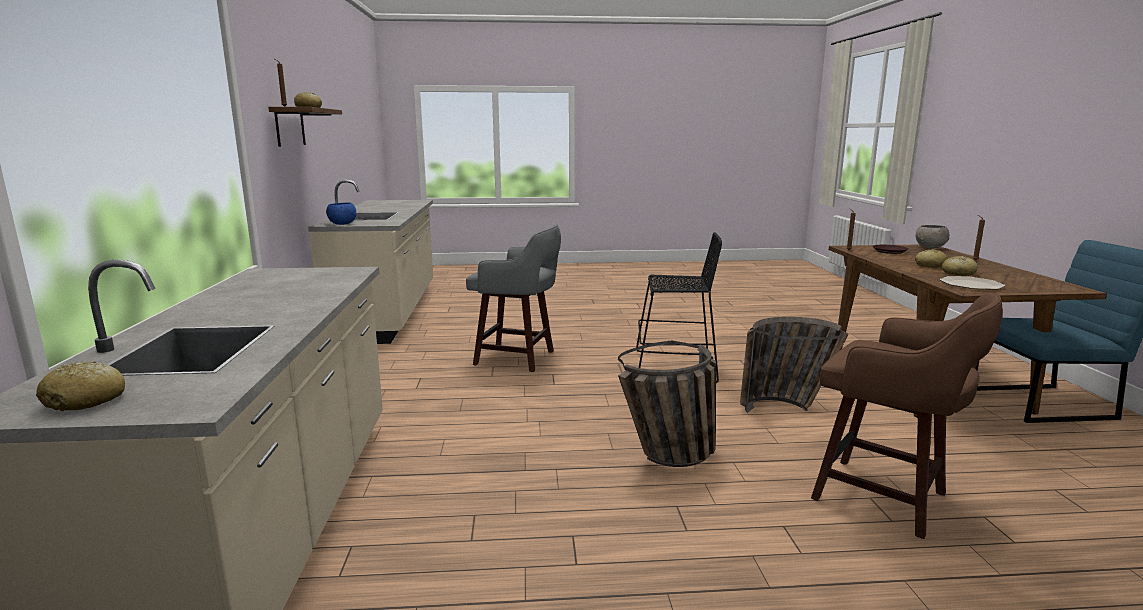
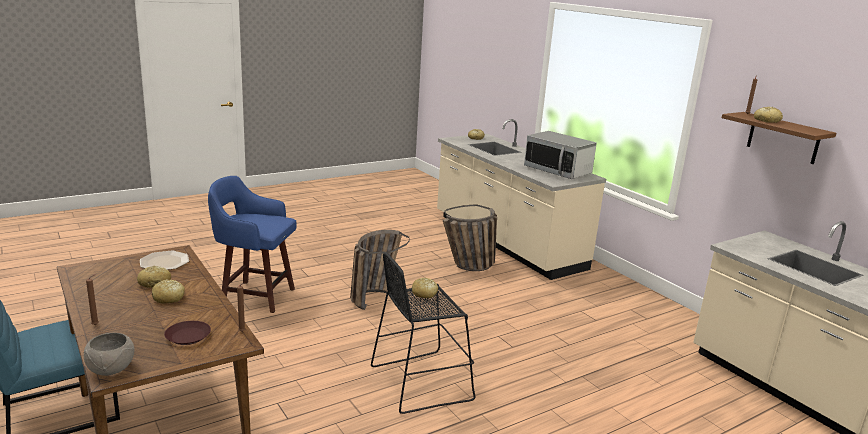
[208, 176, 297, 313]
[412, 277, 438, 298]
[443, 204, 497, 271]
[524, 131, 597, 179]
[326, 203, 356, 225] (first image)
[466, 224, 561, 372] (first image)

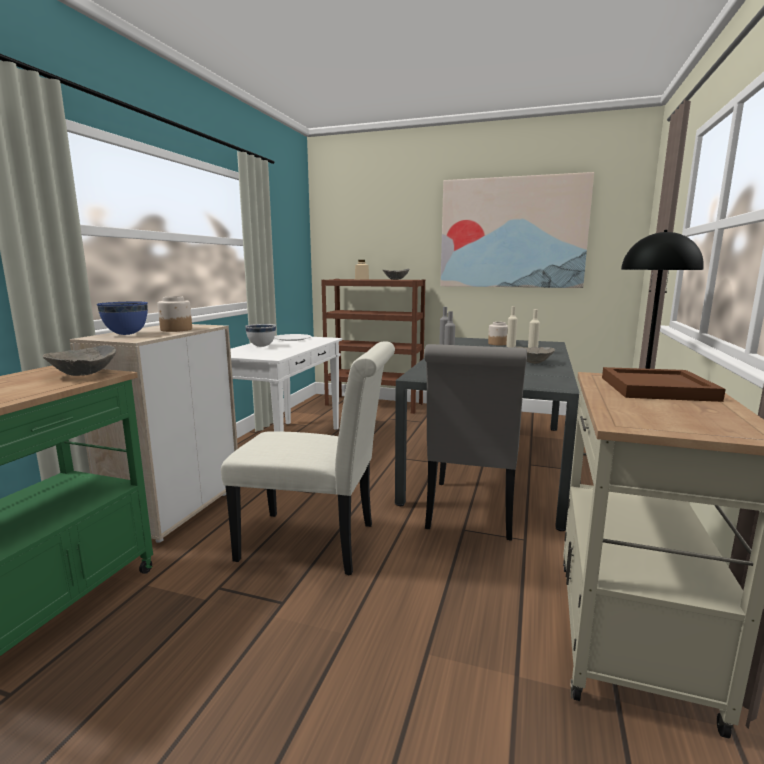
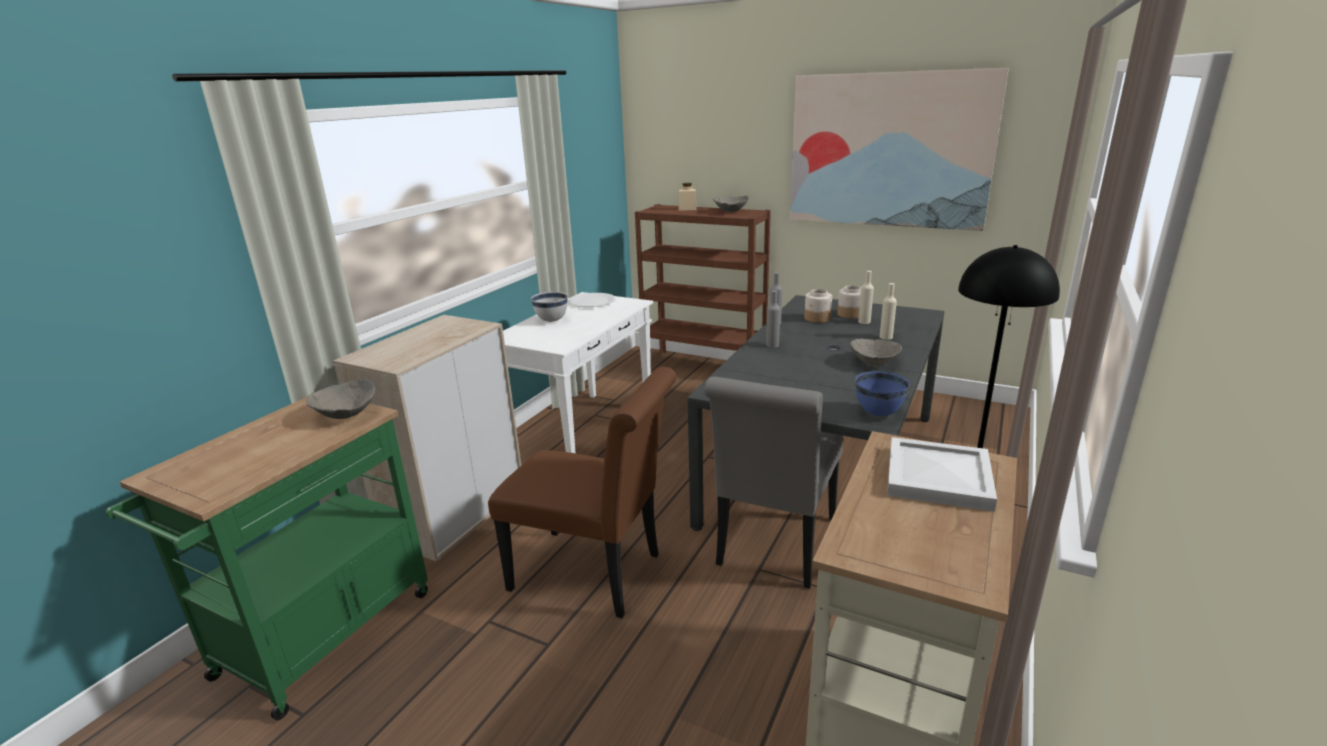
[488, 367, 677, 618]
[804, 289, 832, 323]
[855, 371, 909, 416]
[887, 437, 997, 512]

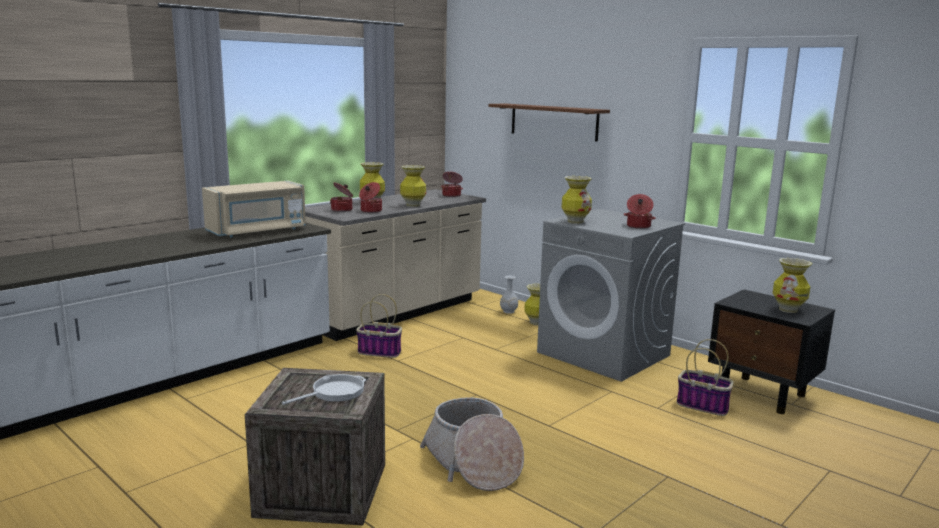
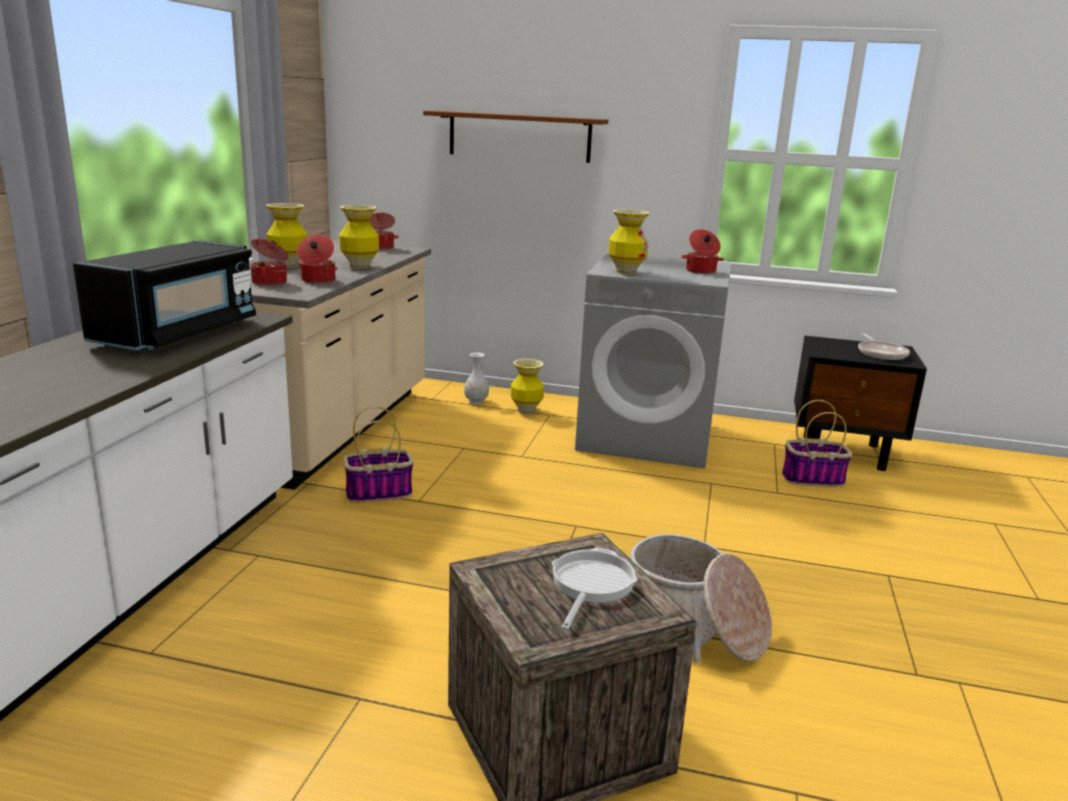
[73, 240, 256, 351]
[858, 333, 910, 360]

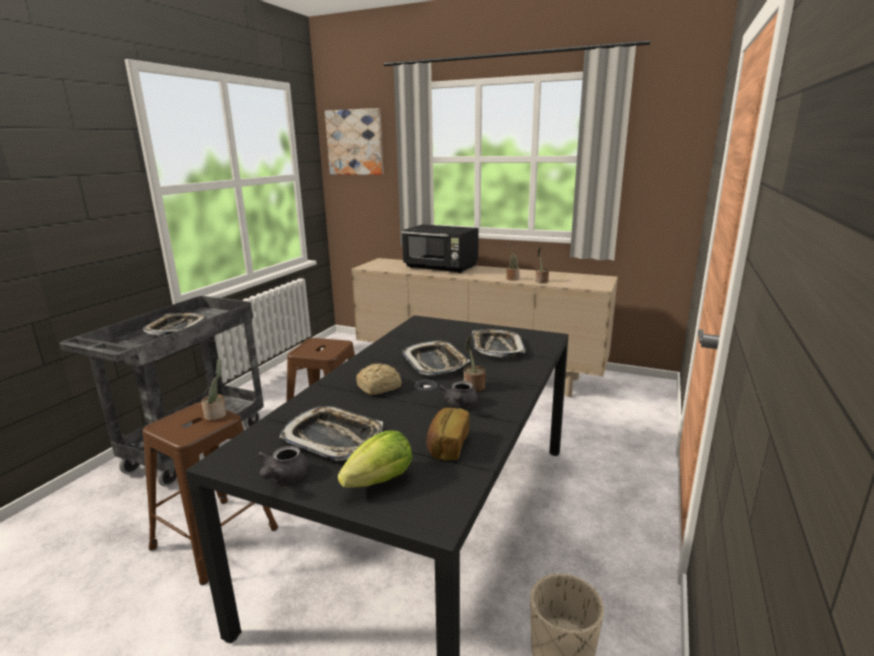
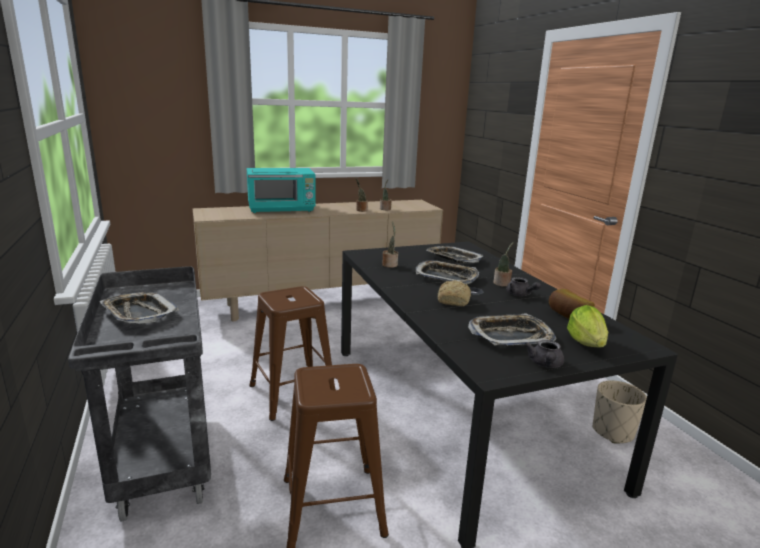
[247, 168, 316, 213]
[382, 222, 398, 268]
[525, 340, 564, 368]
[325, 108, 383, 175] (first image)

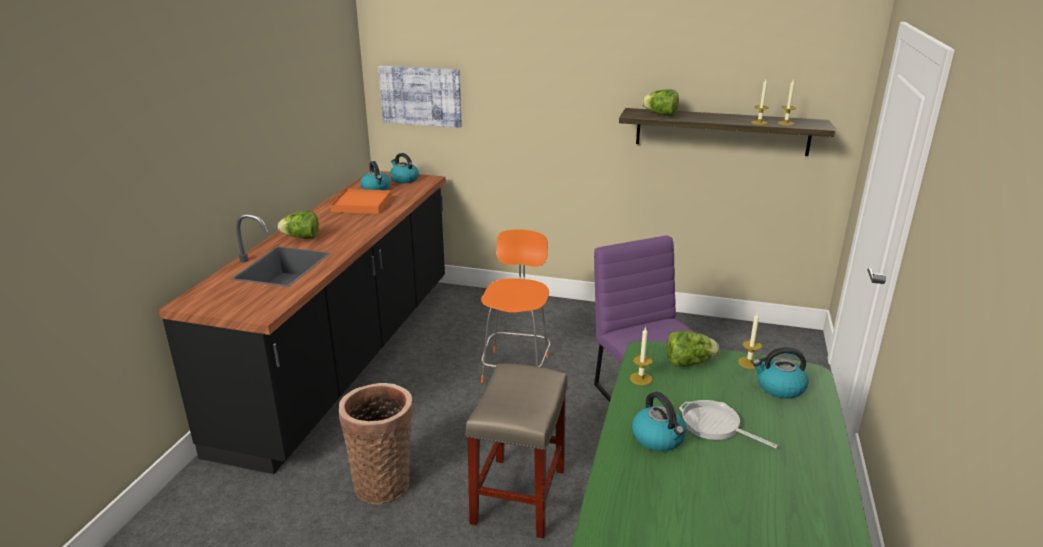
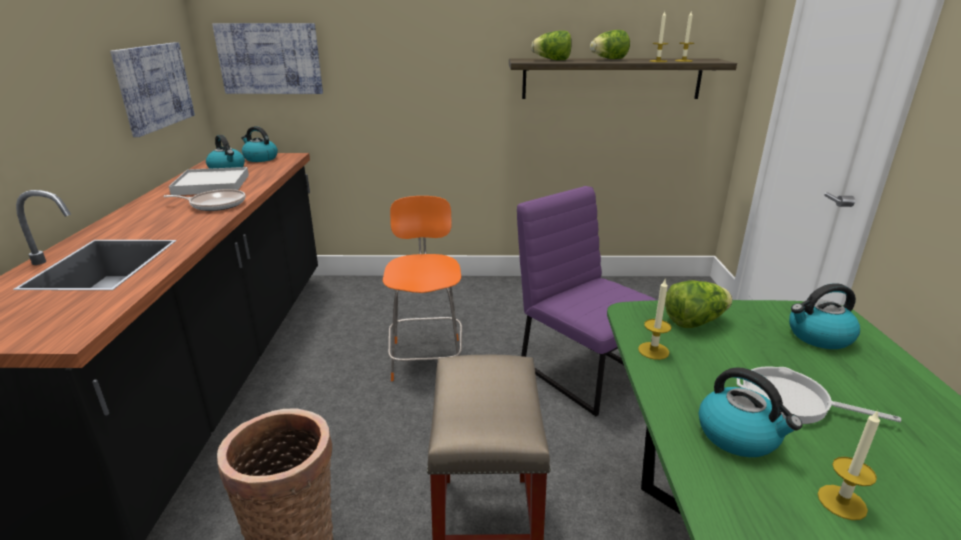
[110, 42, 195, 137]
[163, 189, 246, 211]
[169, 167, 249, 195]
[590, 30, 630, 59]
[817, 410, 880, 520]

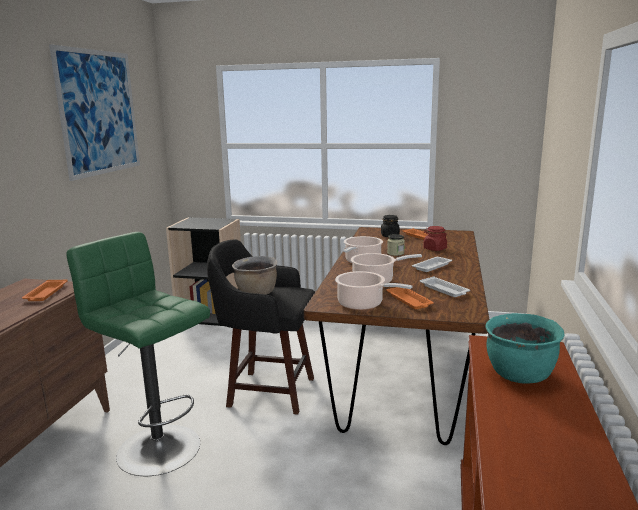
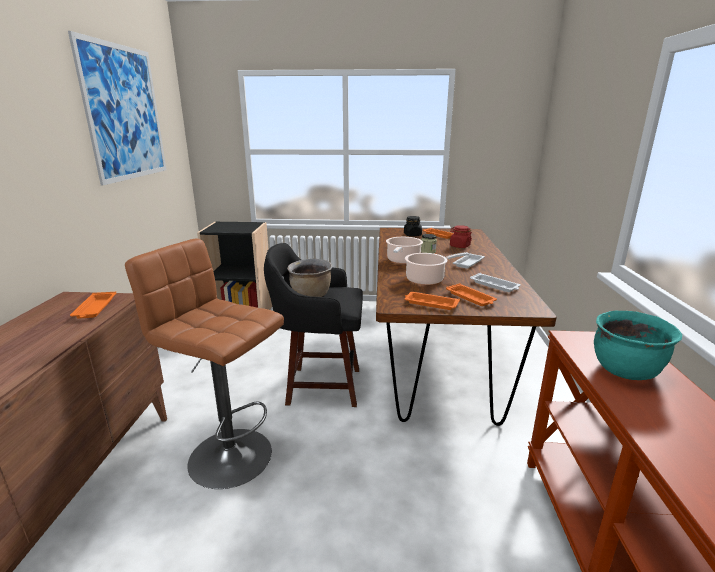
[125, 239, 284, 489]
[405, 292, 460, 310]

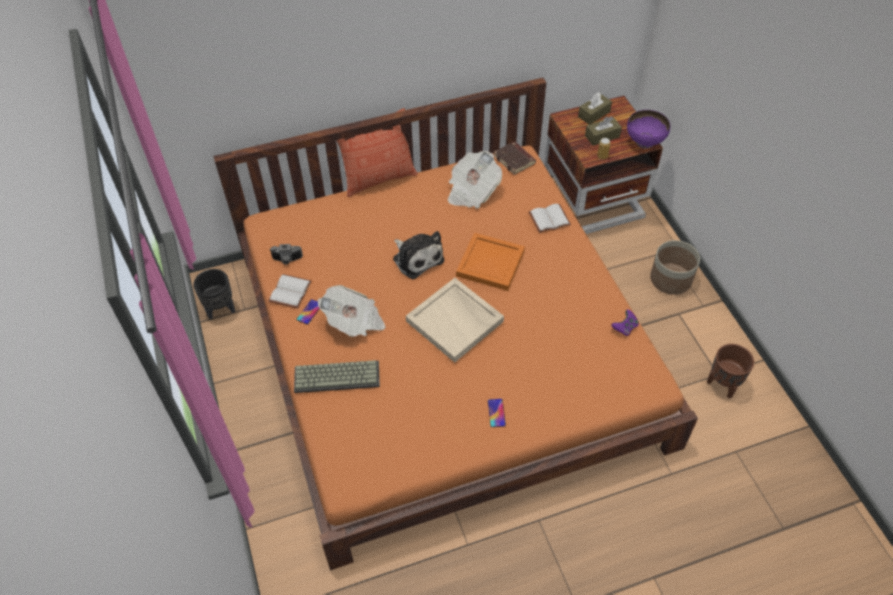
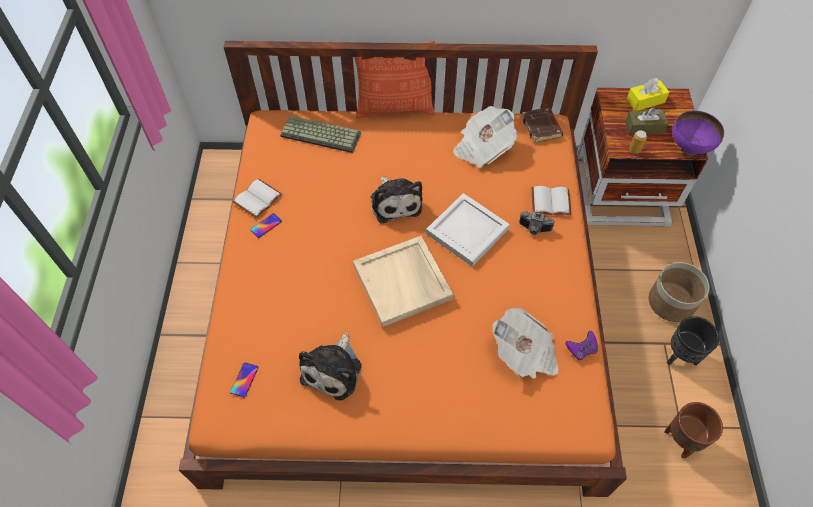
[230, 362, 259, 398]
[280, 116, 361, 153]
[299, 333, 362, 400]
[426, 193, 510, 267]
[492, 308, 559, 379]
[519, 211, 555, 235]
[627, 78, 669, 111]
[667, 316, 719, 366]

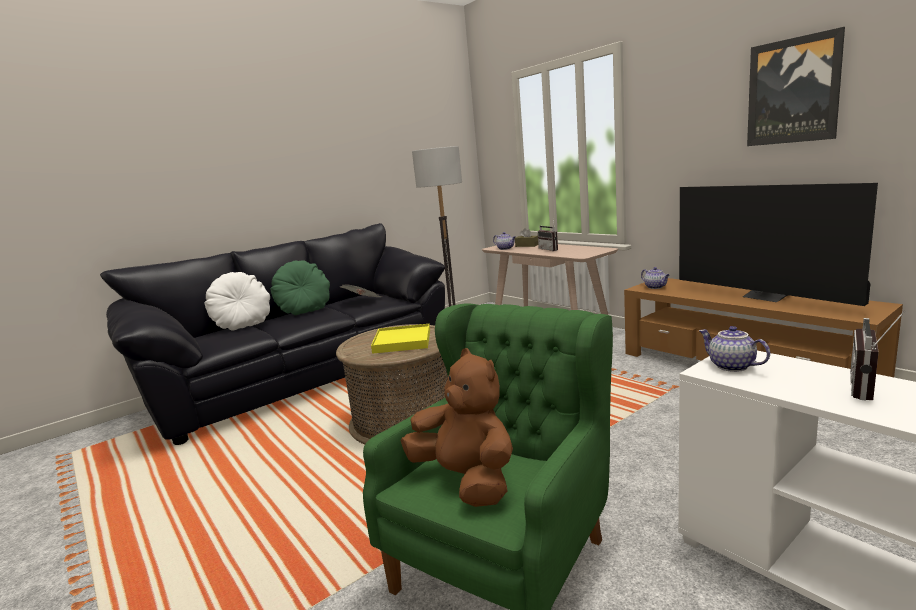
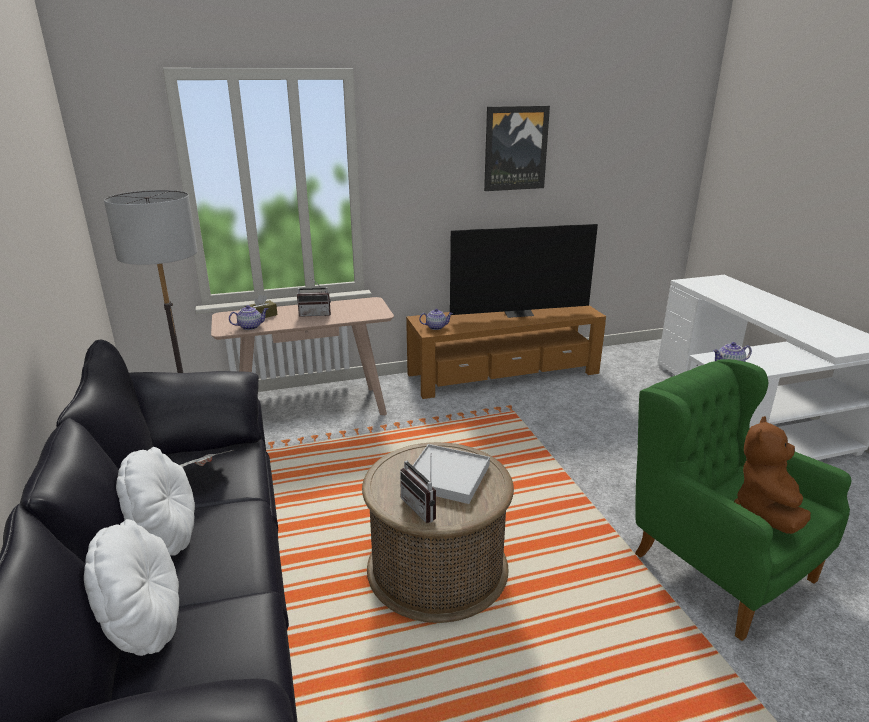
[116, 447, 195, 556]
[400, 456, 436, 523]
[412, 444, 490, 504]
[734, 416, 811, 534]

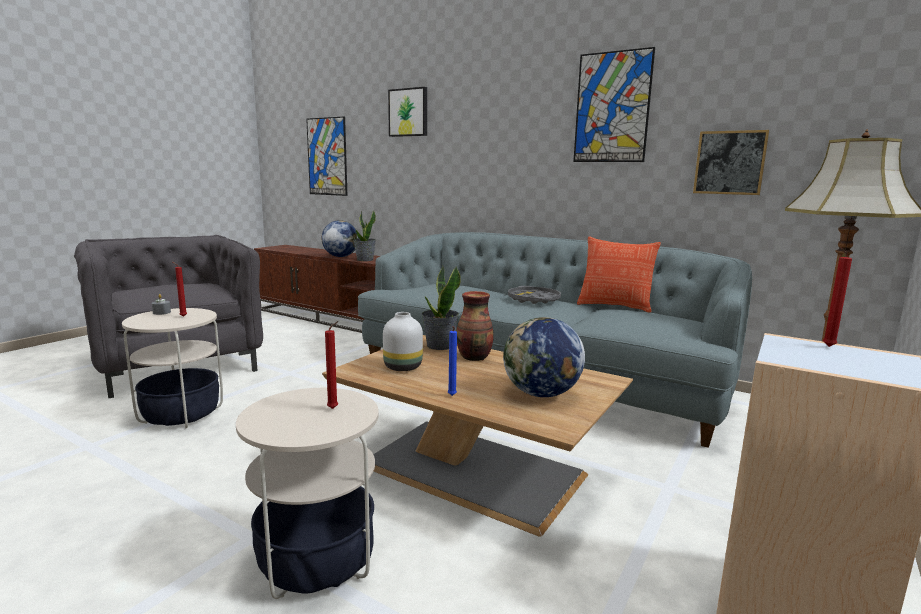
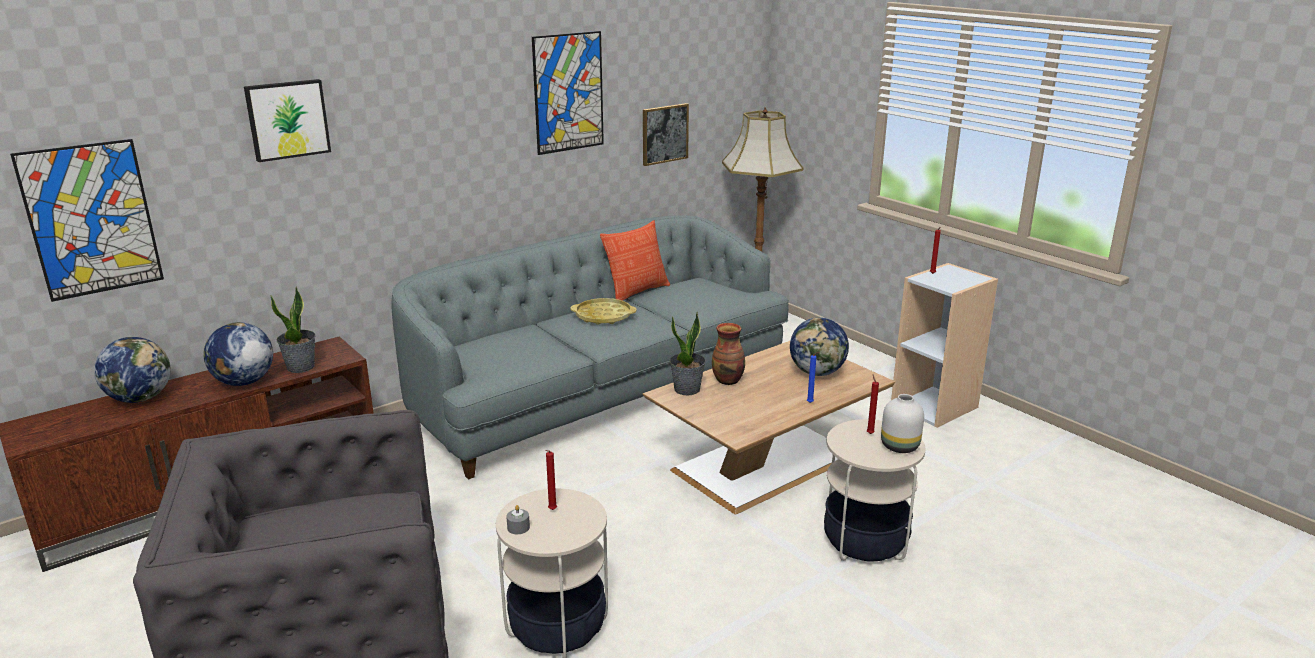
[94, 337, 171, 403]
[570, 298, 636, 325]
[881, 394, 924, 453]

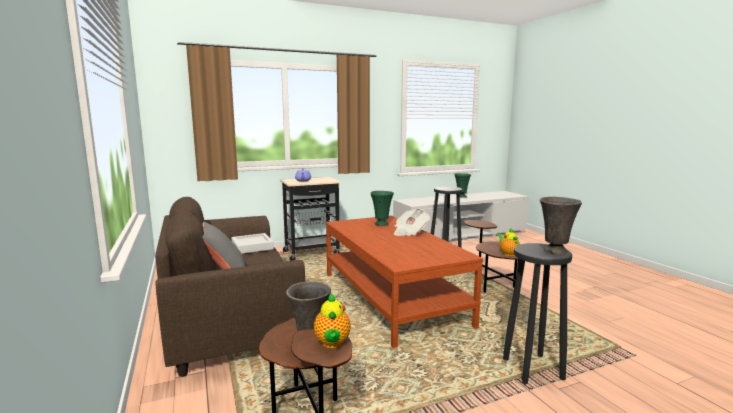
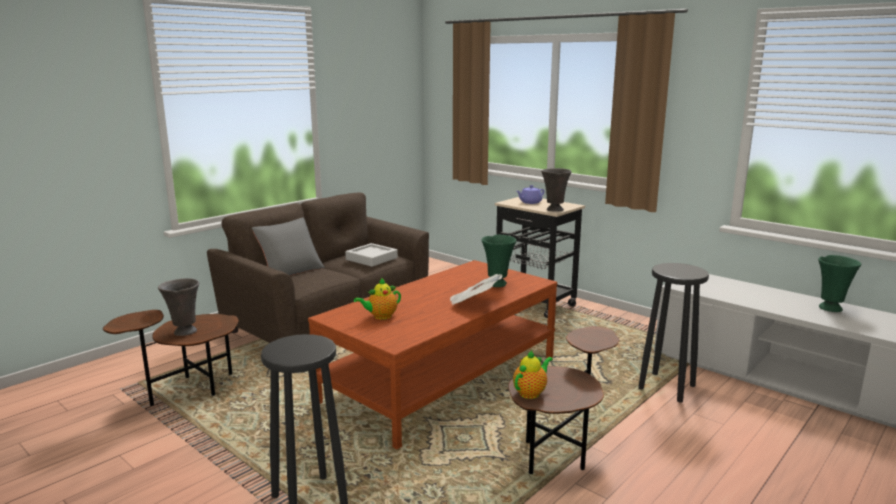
[354, 278, 401, 320]
[541, 168, 572, 212]

